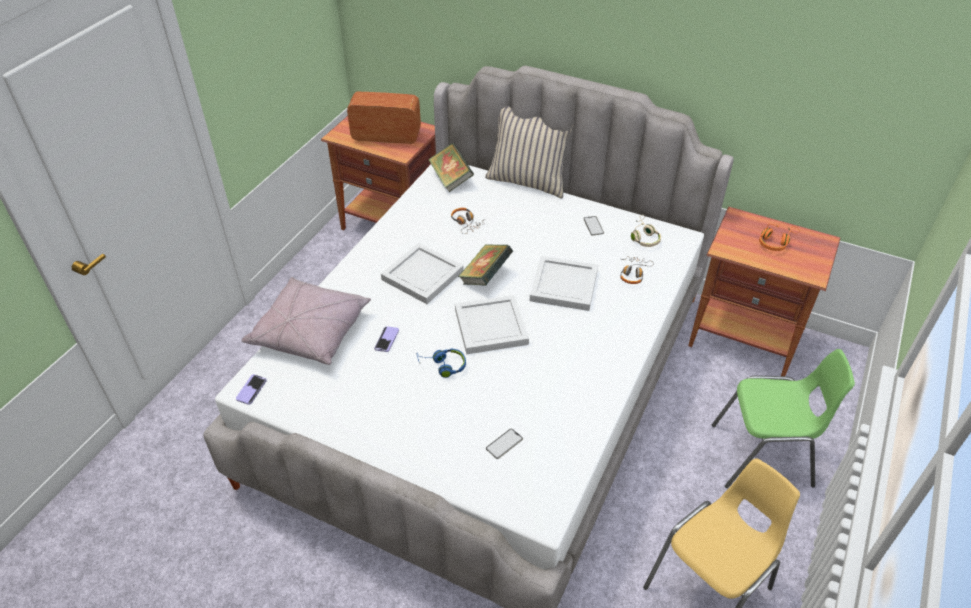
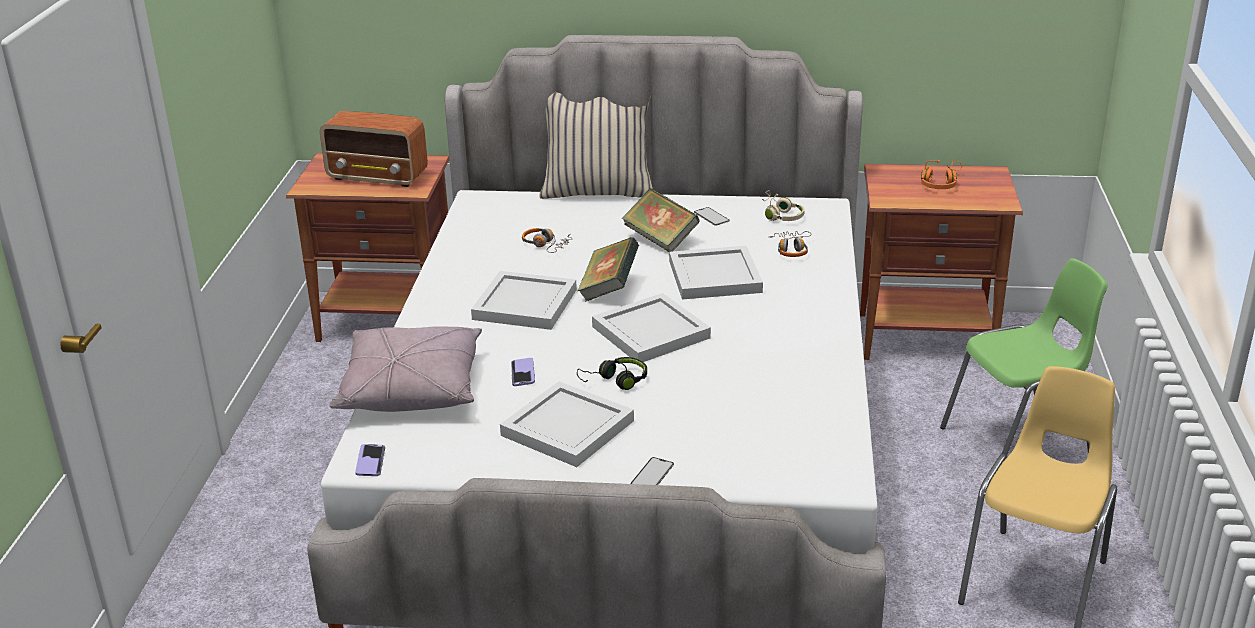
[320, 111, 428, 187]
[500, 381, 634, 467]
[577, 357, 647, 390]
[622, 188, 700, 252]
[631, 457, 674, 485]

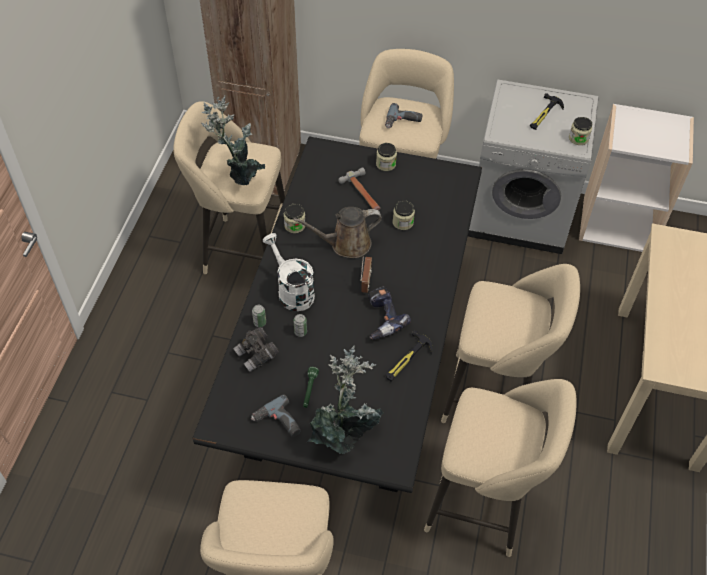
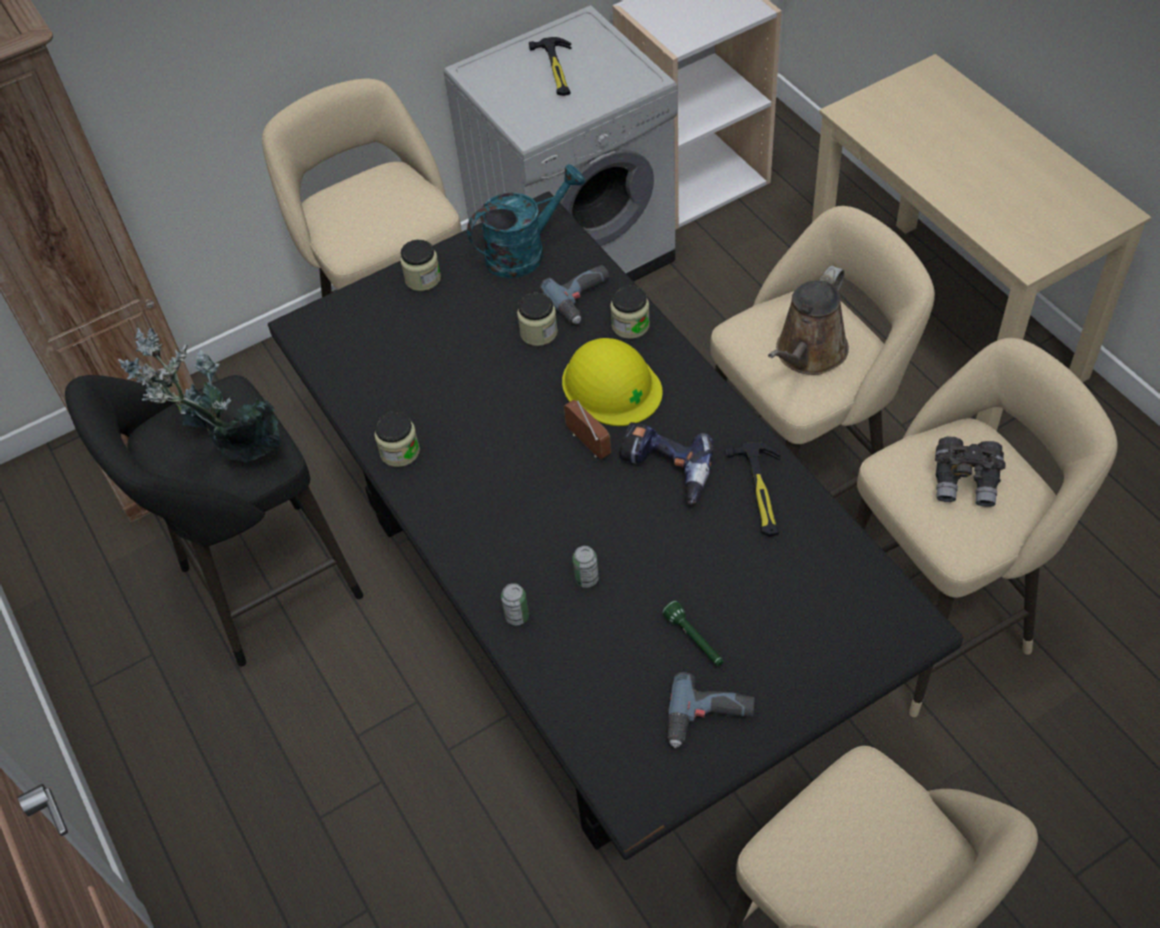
[65, 375, 363, 667]
[467, 164, 585, 278]
[540, 265, 609, 324]
[562, 338, 663, 426]
[610, 285, 650, 339]
[768, 266, 849, 375]
[935, 436, 1006, 507]
[263, 233, 315, 311] (first image)
[306, 345, 383, 454] (first image)
[338, 167, 380, 210] (first image)

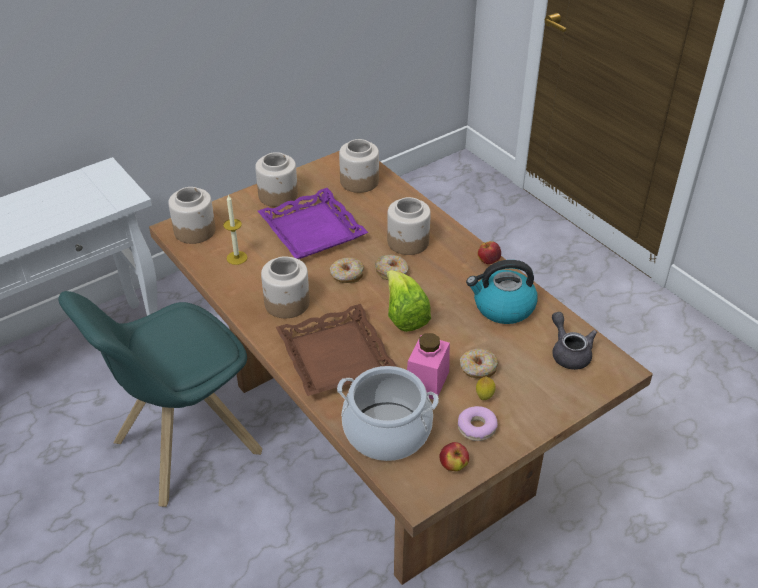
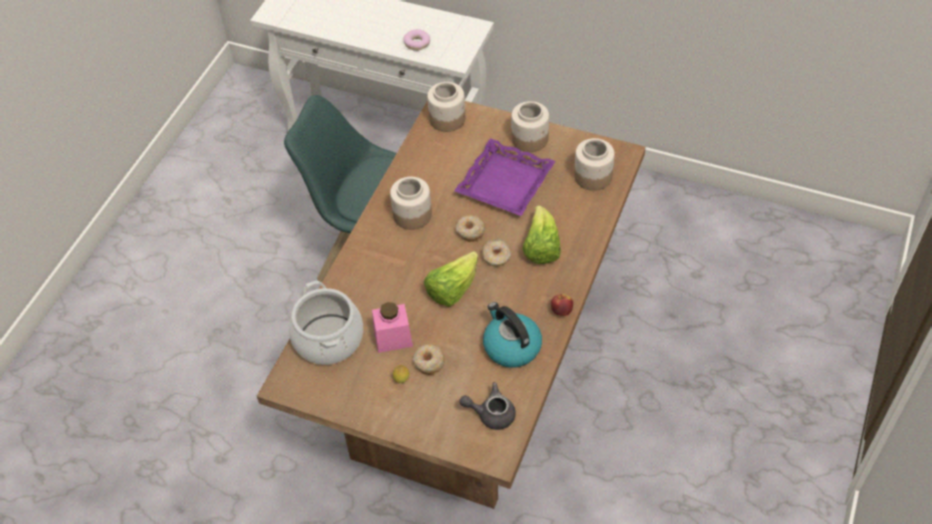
[403, 29, 430, 51]
[459, 382, 516, 430]
[522, 205, 561, 264]
[223, 194, 248, 265] (first image)
[276, 304, 397, 396] (first image)
[439, 442, 469, 471] (first image)

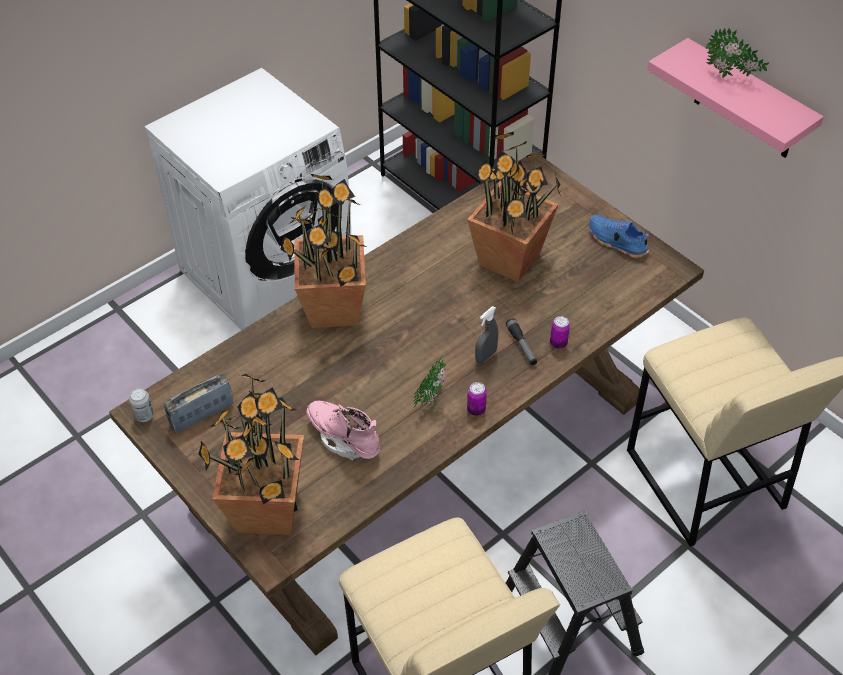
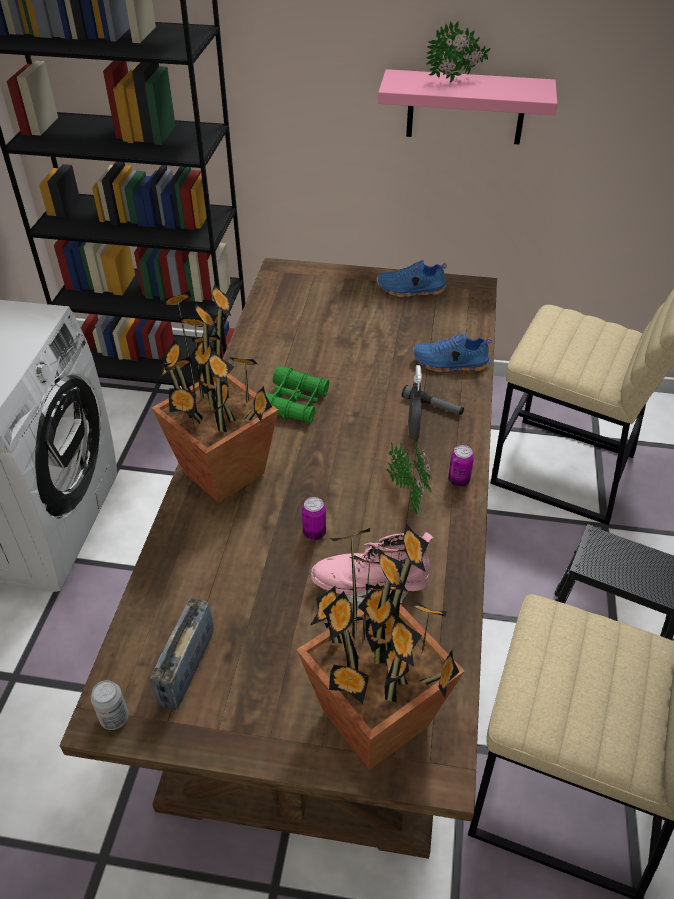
[265, 366, 329, 424]
[302, 497, 326, 540]
[412, 333, 492, 373]
[467, 131, 561, 282] (first image)

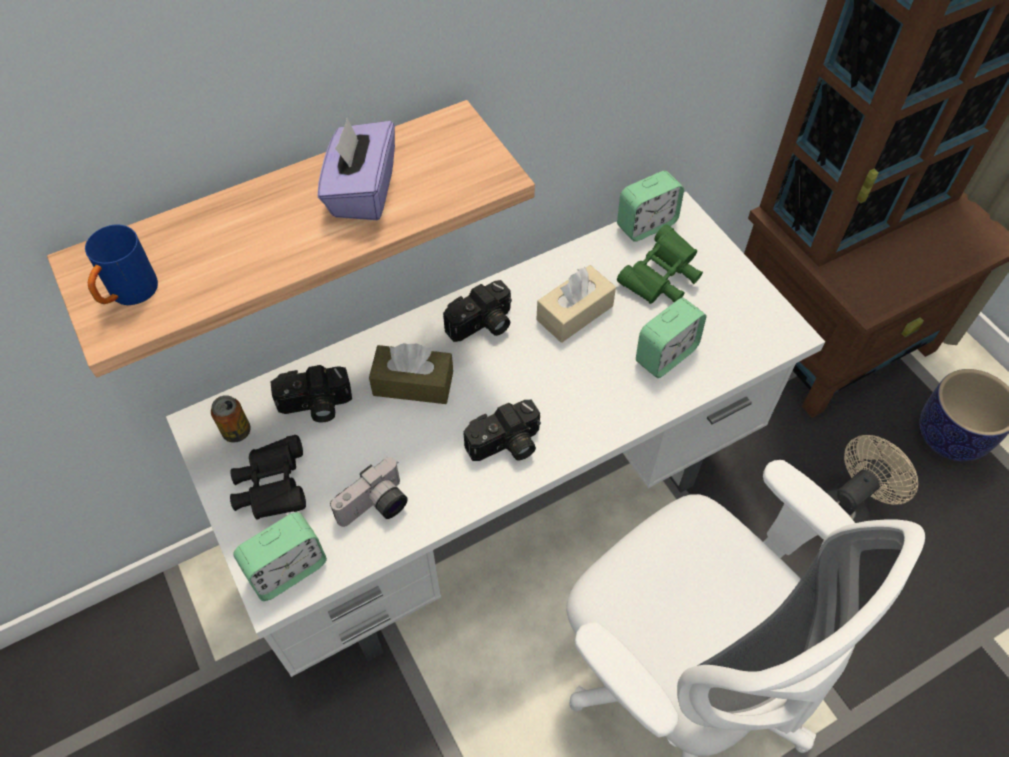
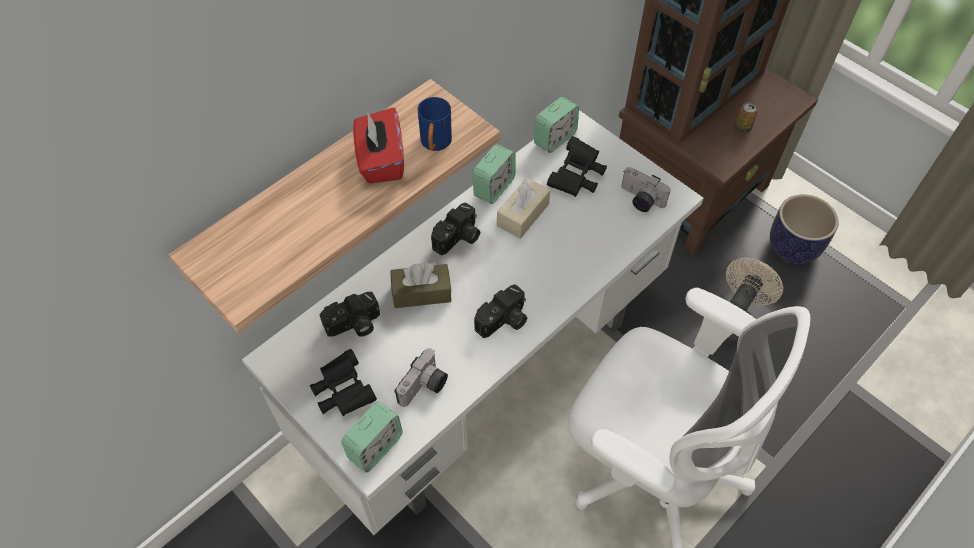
[353, 107, 404, 184]
[418, 97, 452, 151]
[472, 144, 516, 204]
[547, 136, 607, 197]
[621, 167, 671, 212]
[735, 102, 758, 133]

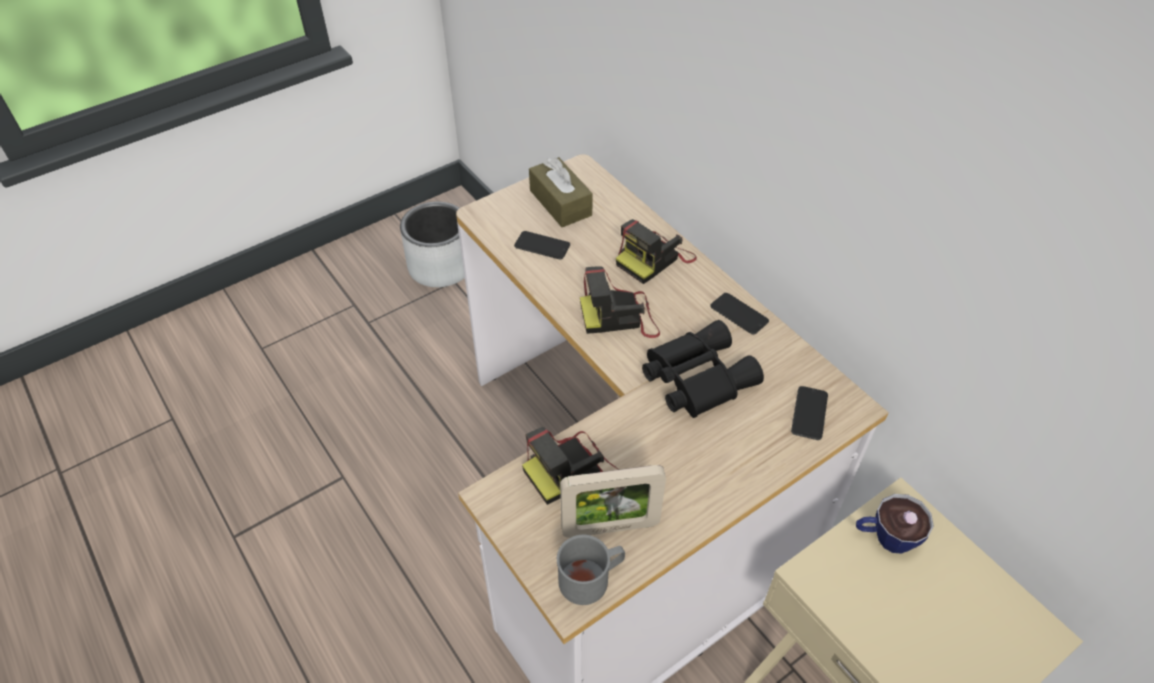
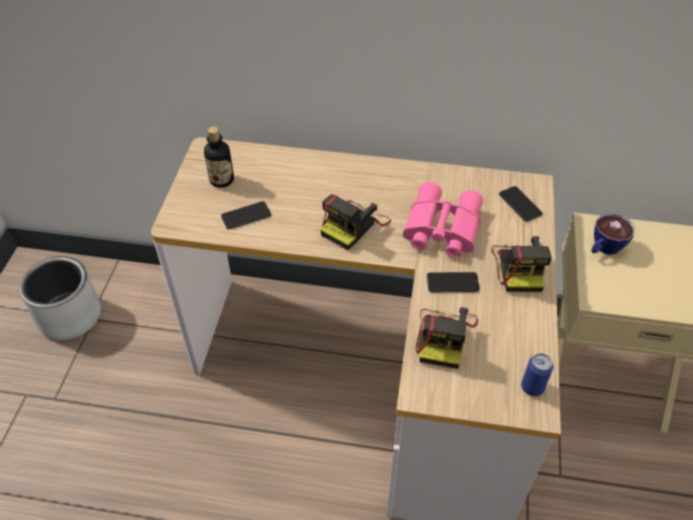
[204, 127, 234, 188]
[403, 182, 483, 258]
[427, 272, 480, 292]
[491, 236, 552, 292]
[521, 353, 553, 396]
[560, 465, 666, 538] (first image)

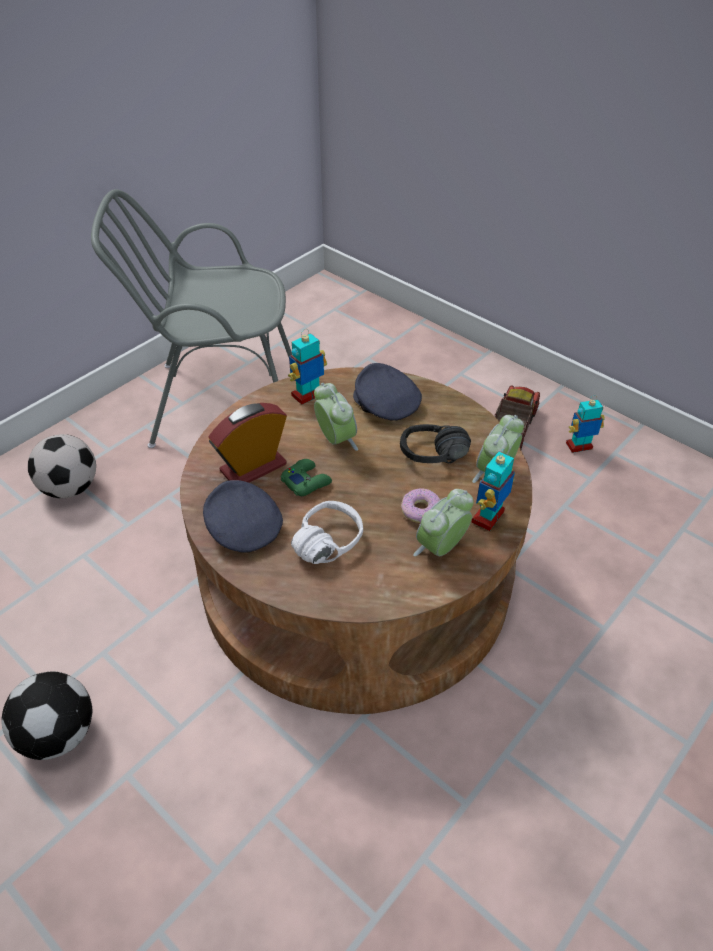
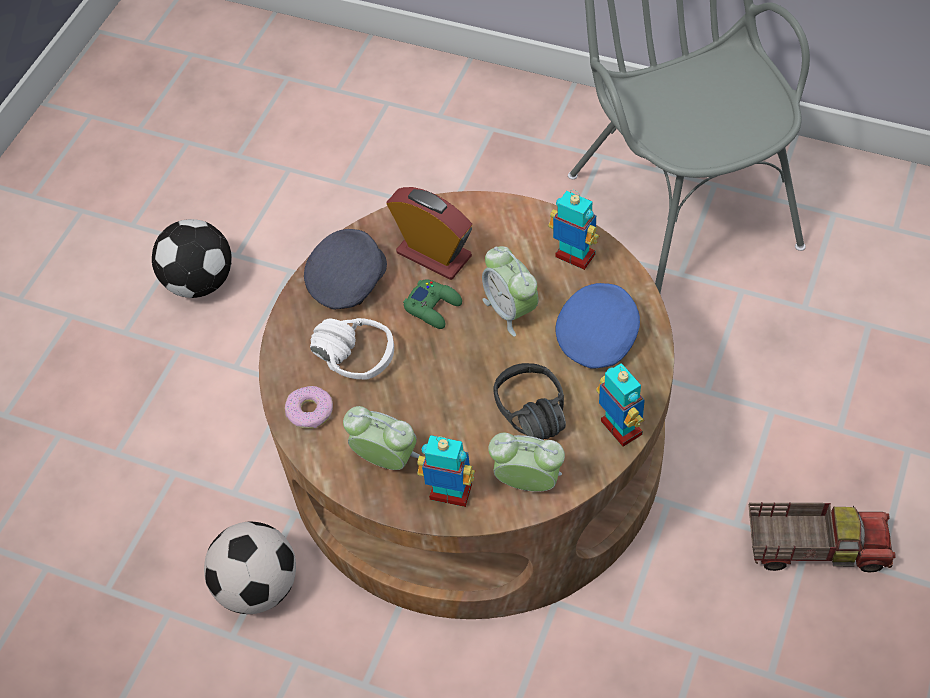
[204, 522, 296, 614]
[285, 386, 333, 429]
[482, 246, 538, 337]
[555, 283, 640, 369]
[596, 363, 645, 447]

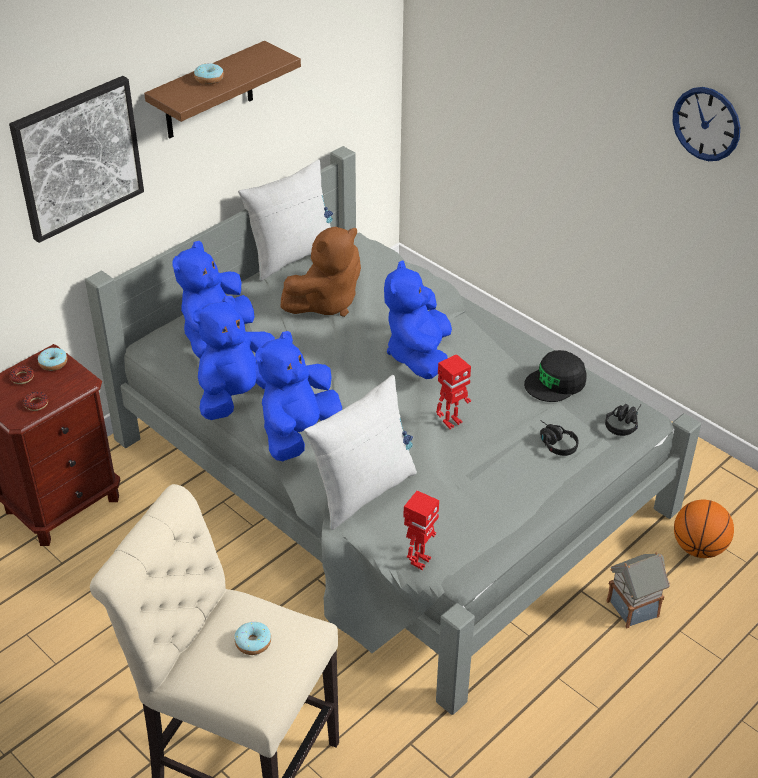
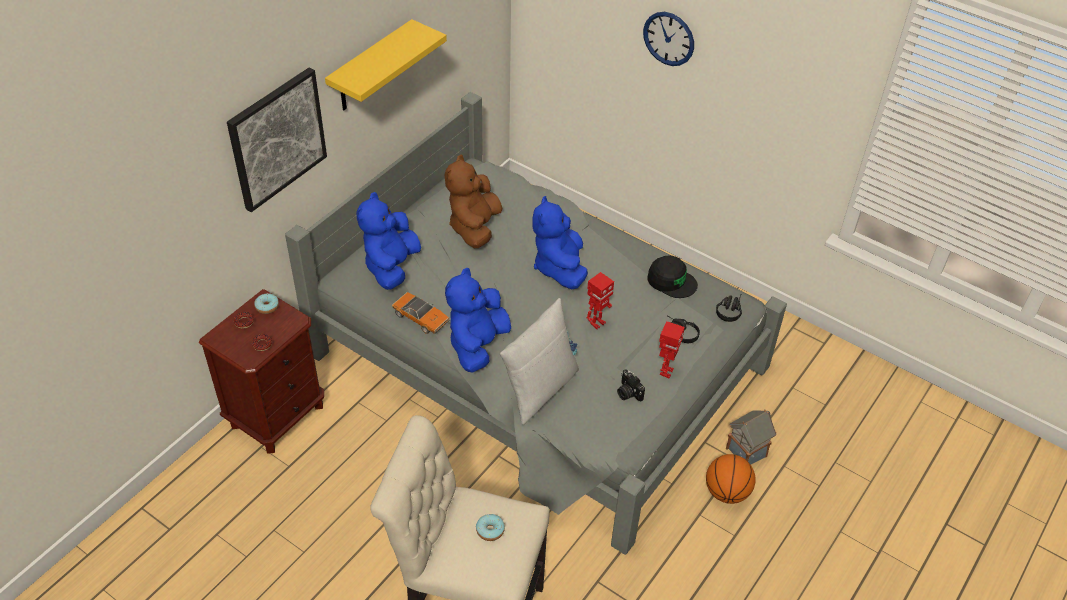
[325, 19, 447, 110]
[392, 292, 450, 334]
[444, 155, 502, 248]
[617, 369, 645, 401]
[643, 12, 694, 66]
[647, 256, 698, 298]
[659, 321, 685, 379]
[706, 454, 756, 504]
[194, 63, 224, 85] (first image)
[238, 159, 333, 281] (first image)

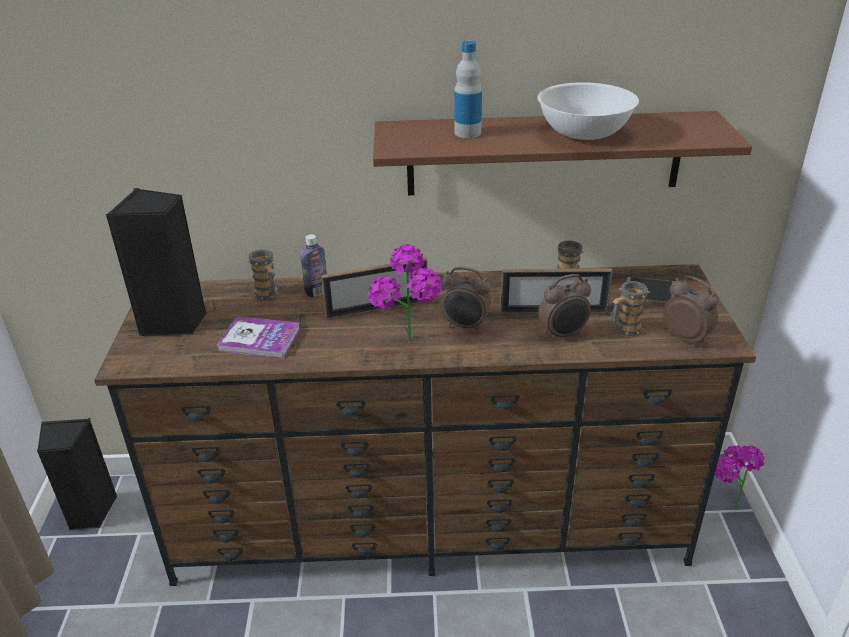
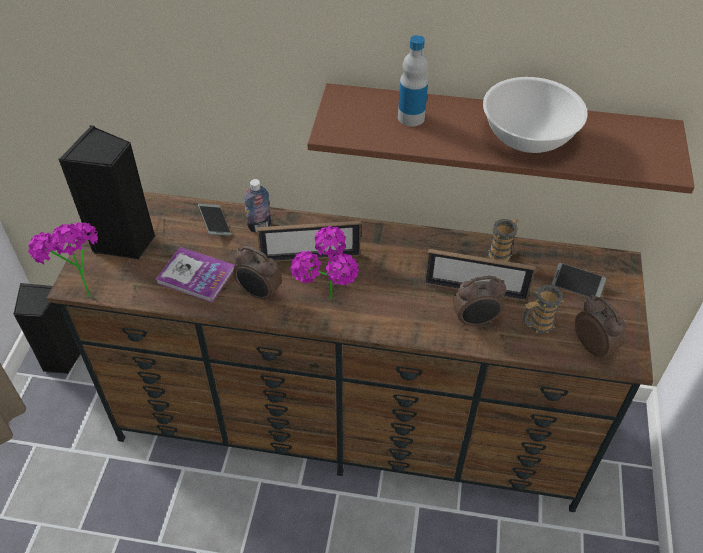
[28, 223, 98, 297]
[198, 204, 231, 236]
[233, 246, 282, 303]

